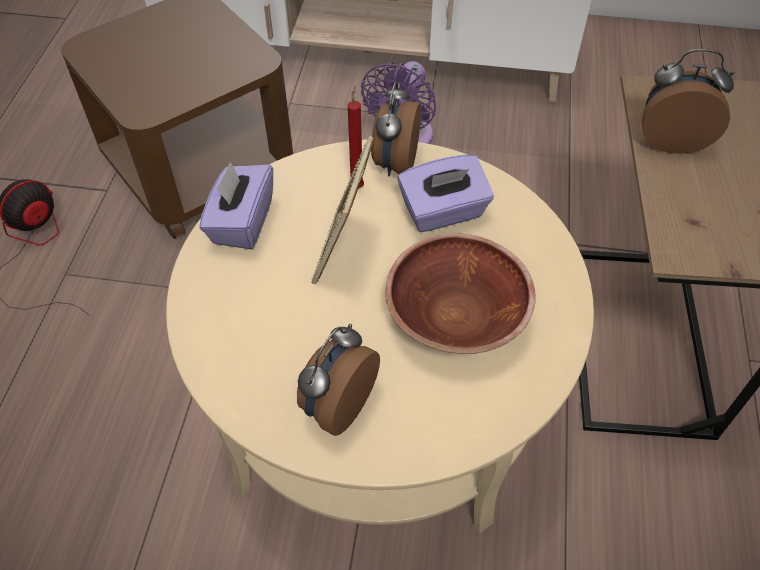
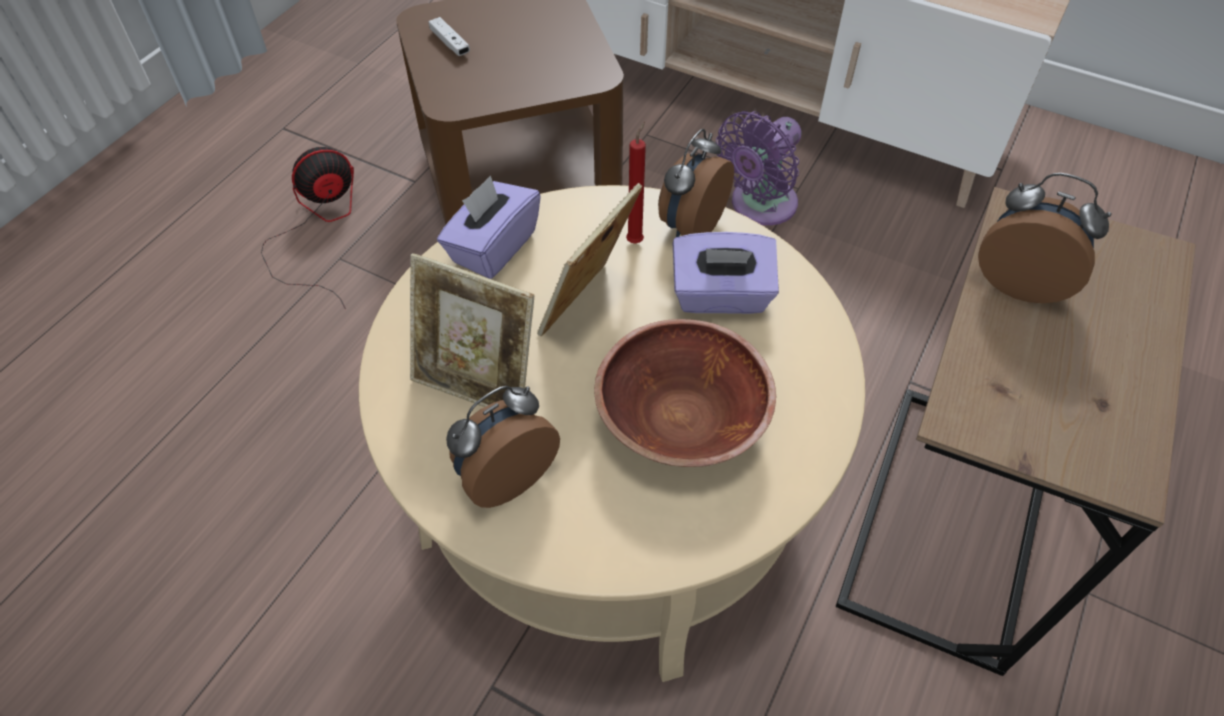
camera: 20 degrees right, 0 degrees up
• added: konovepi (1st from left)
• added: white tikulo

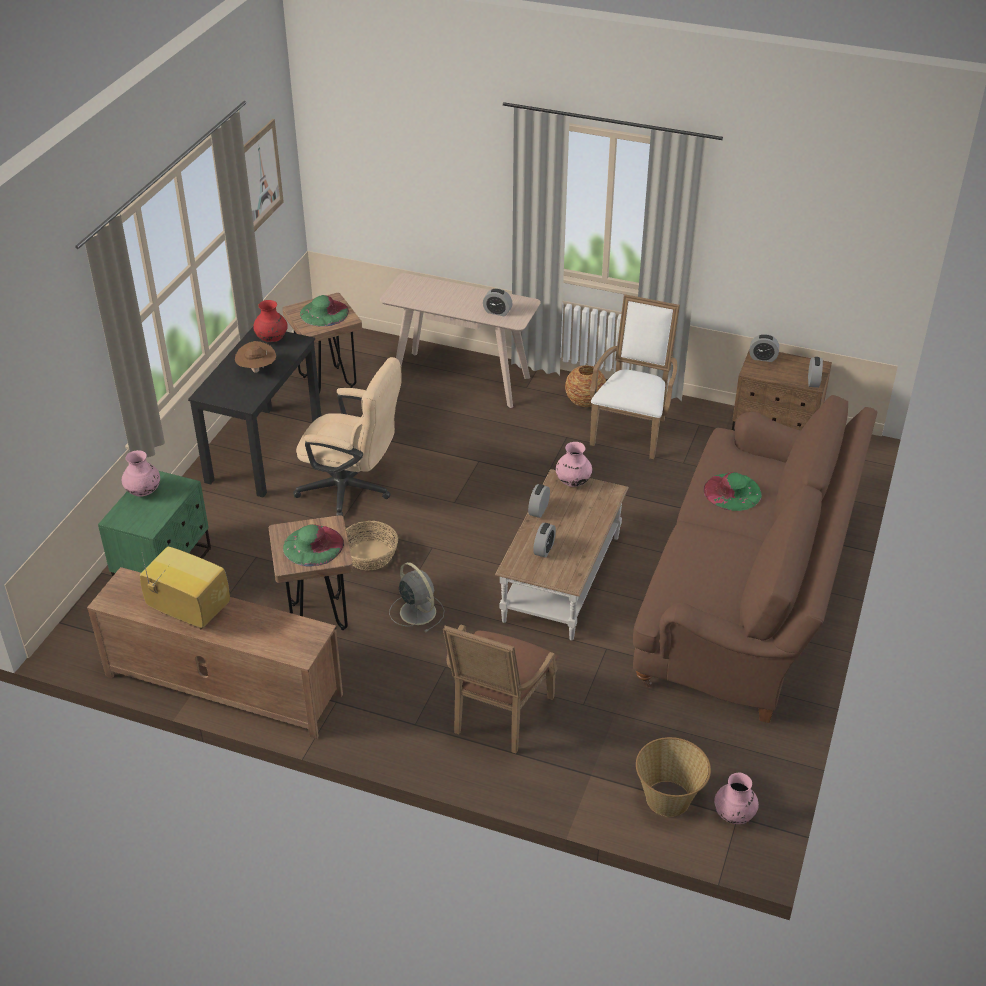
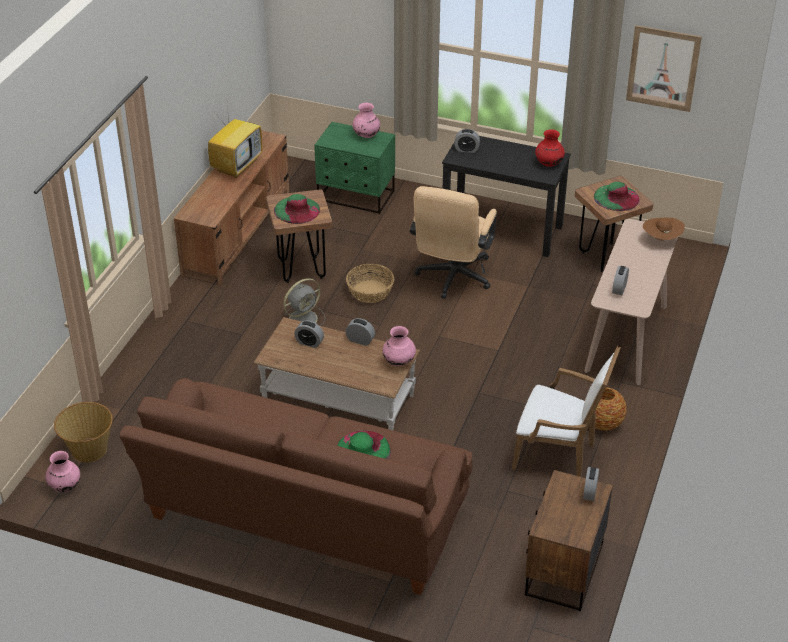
camera: 90 degrees right, 0 degrees up
• moved: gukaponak (5th from left in the first image) to gukaponak (3rd from left)
• moved: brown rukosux
• removed: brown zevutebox

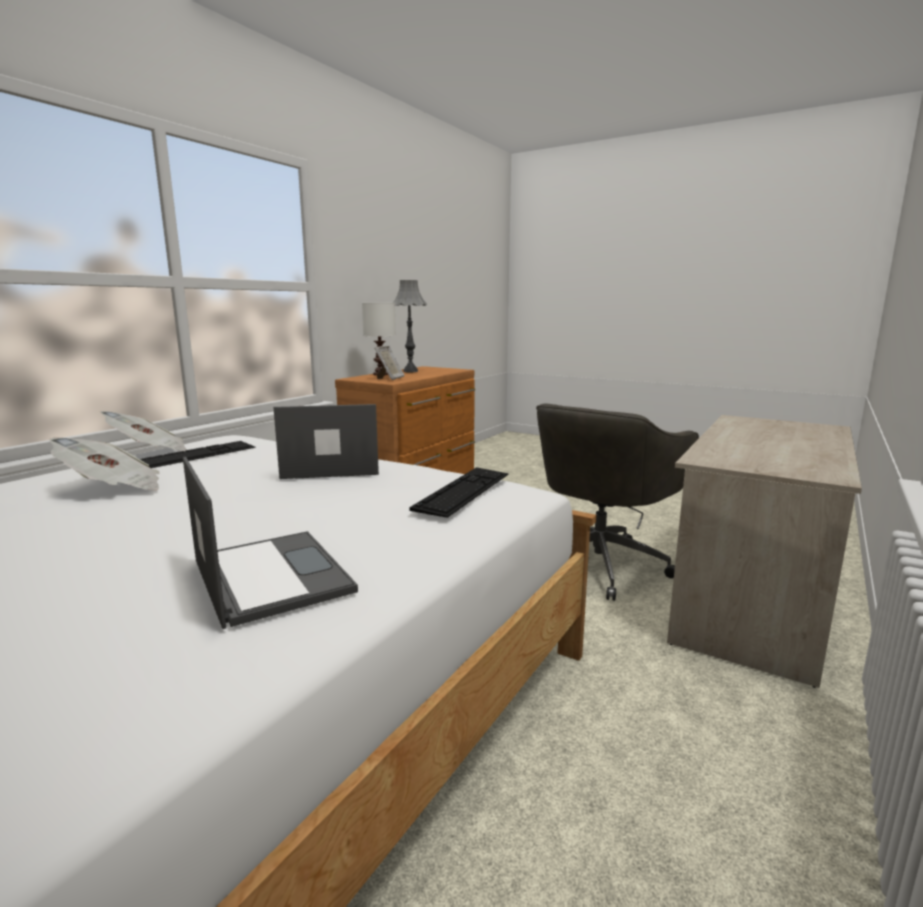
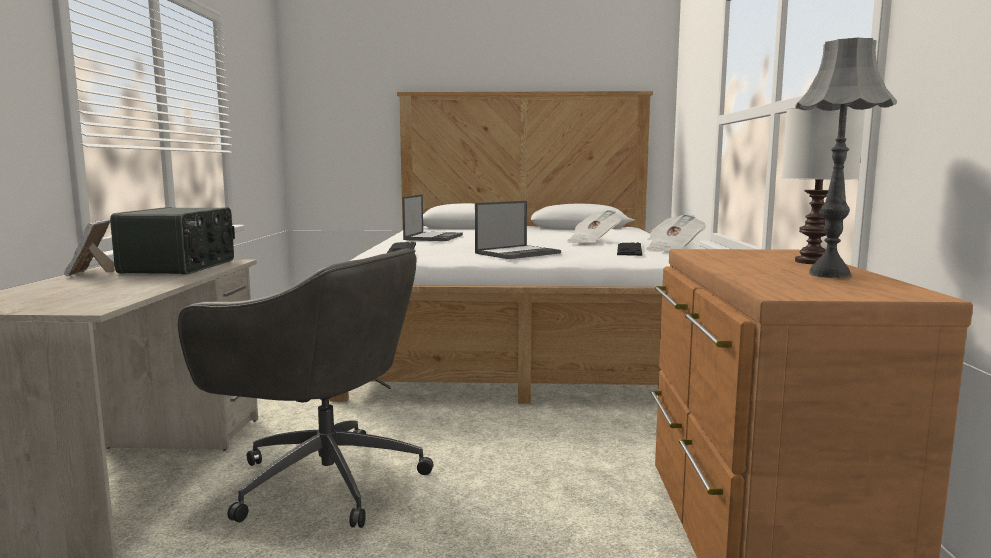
camera: 150 degrees right, 5 degrees down
• moved: konovepi
• added: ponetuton
• turned: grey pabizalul 105 degrees clockwise
• turned: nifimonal (1st from left) 105 degrees counterclockwise

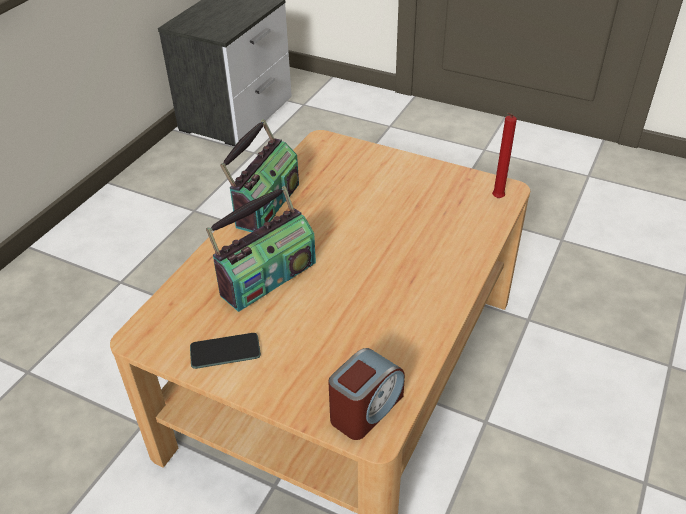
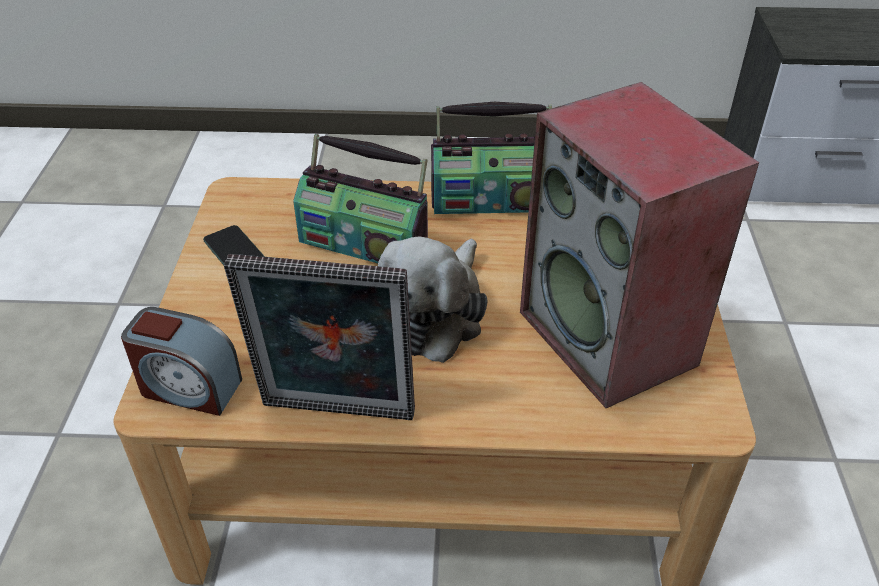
camera: 65 degrees right, 0 degrees up
• added: konovepi
• added: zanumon
• added: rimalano
• removed: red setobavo

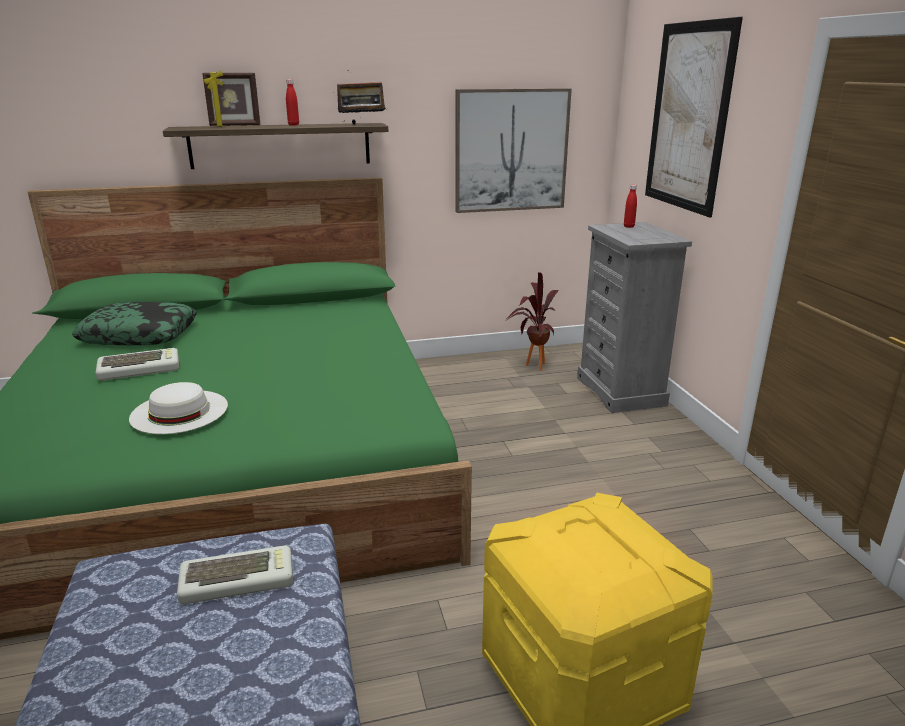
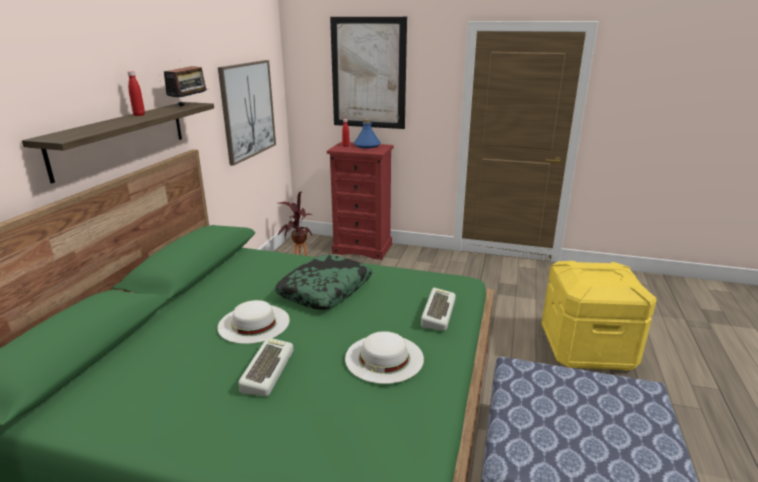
camera: 60 degrees left, 0 degrees up
• added: white rukosux (1st from left)
• moved: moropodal
• recoloured: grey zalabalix to red zalabalix
• added: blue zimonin
• moved: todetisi (2nd from left)
• removed: konovepi

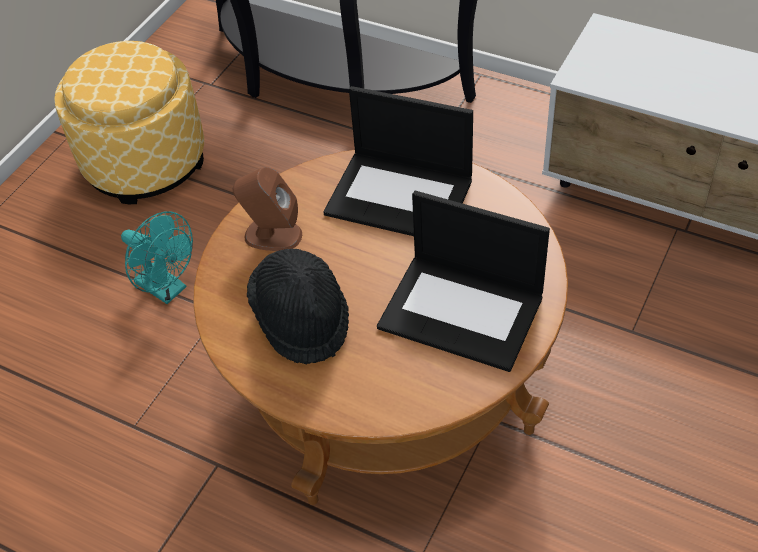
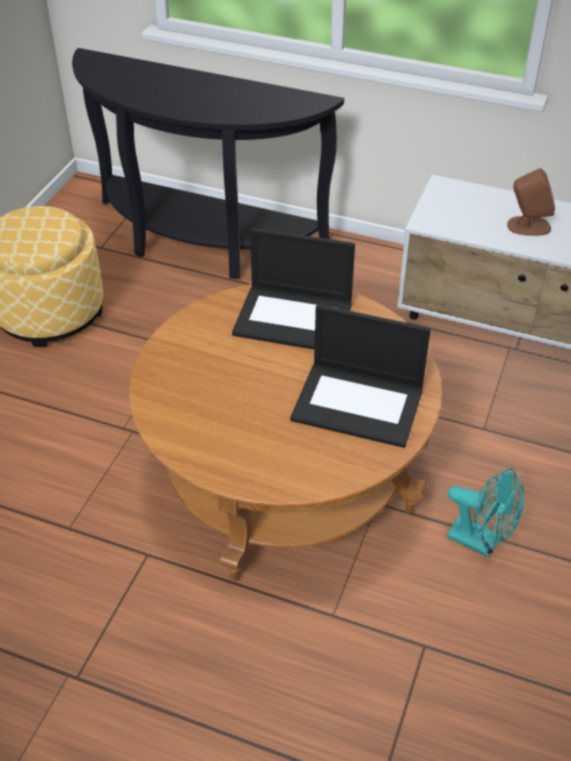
camera: 10 degrees left, 5 degrees down
• moved: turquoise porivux
• moved: brown rimalano
• removed: black rukosux

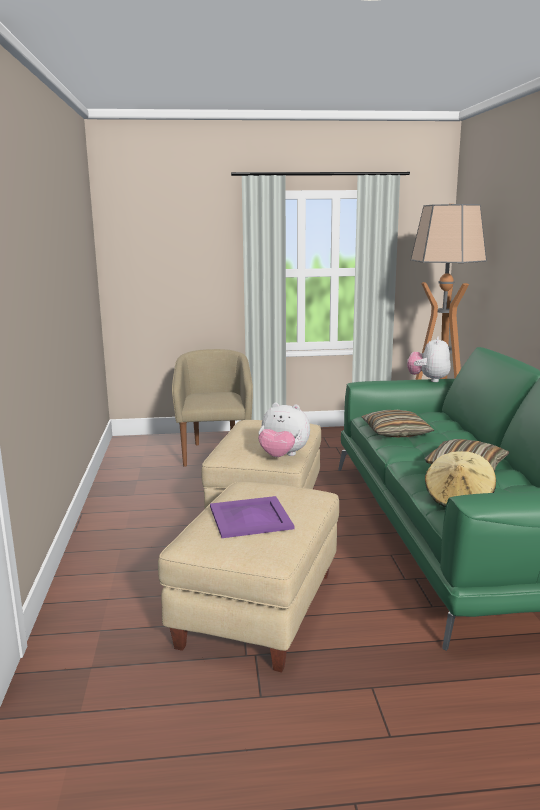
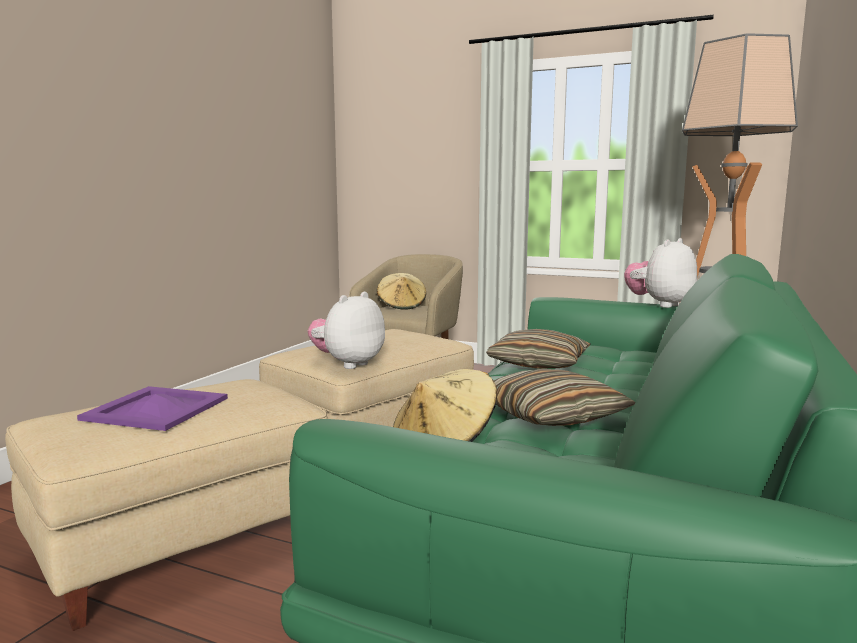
camera: 30 degrees right, 5 degrees down
• turned: zanumon (1st from left) 75 degrees clockwise
• added: beige rukosux (1st from left)

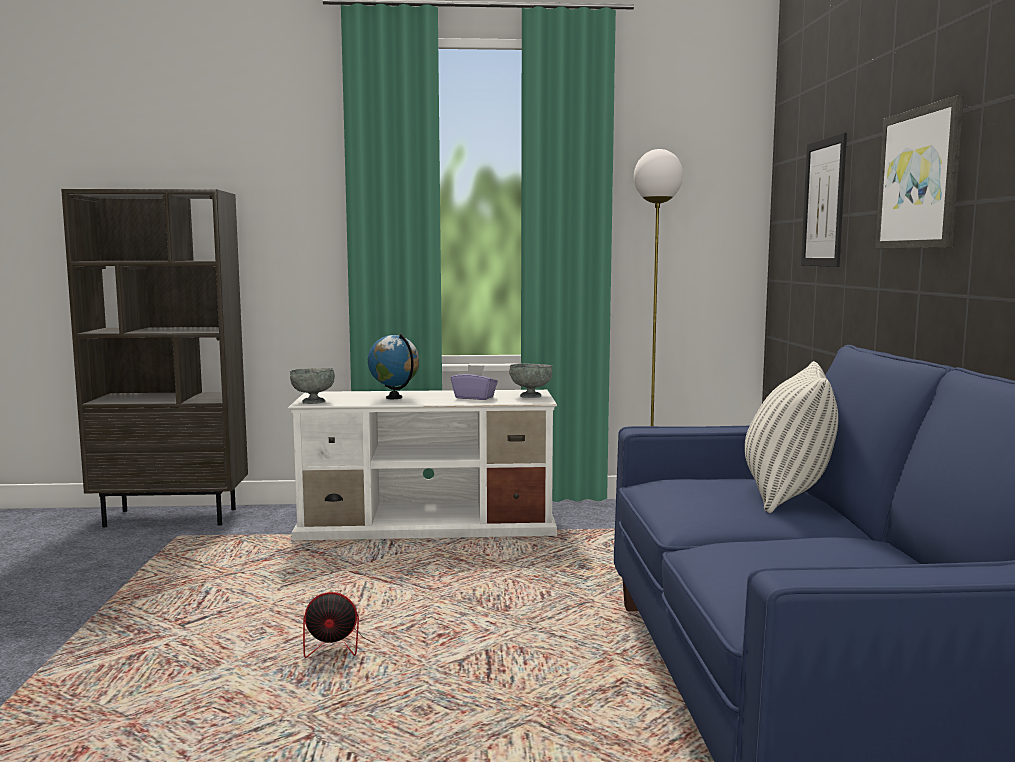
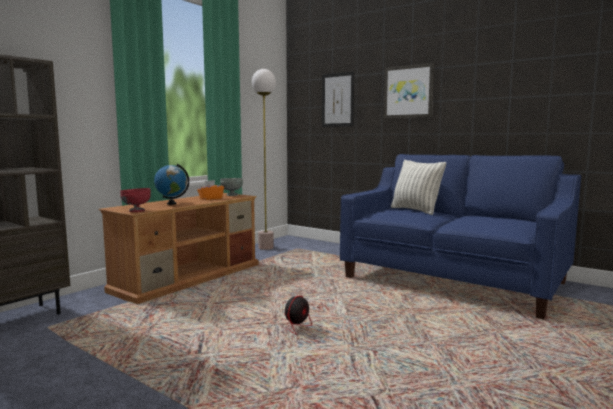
camera: 50 degrees left, 0 degrees up
• recoloured: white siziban to brown siziban
• recoloured: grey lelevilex (1st from left) to red lelevilex
• recoloured: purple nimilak to orange nimilak

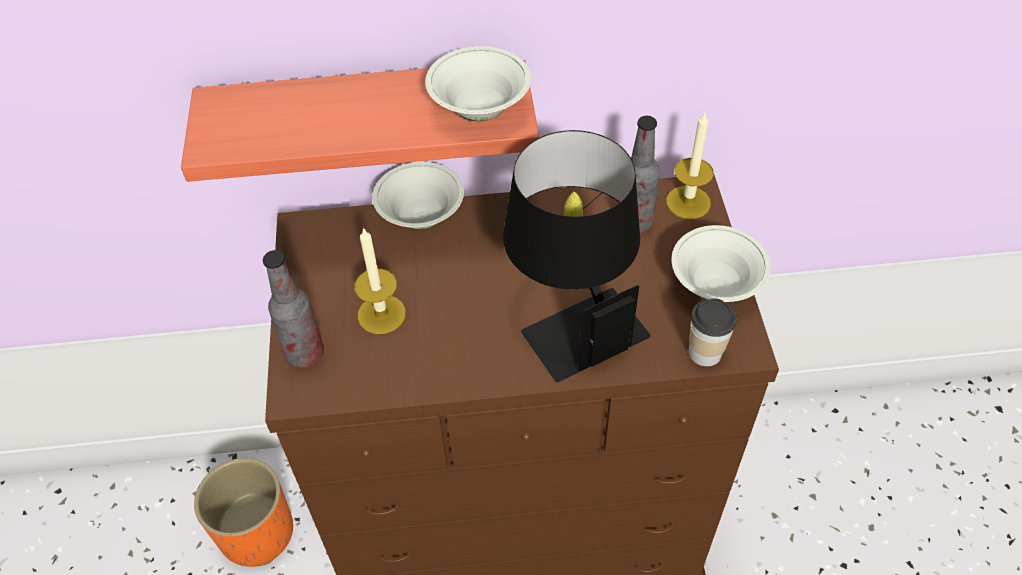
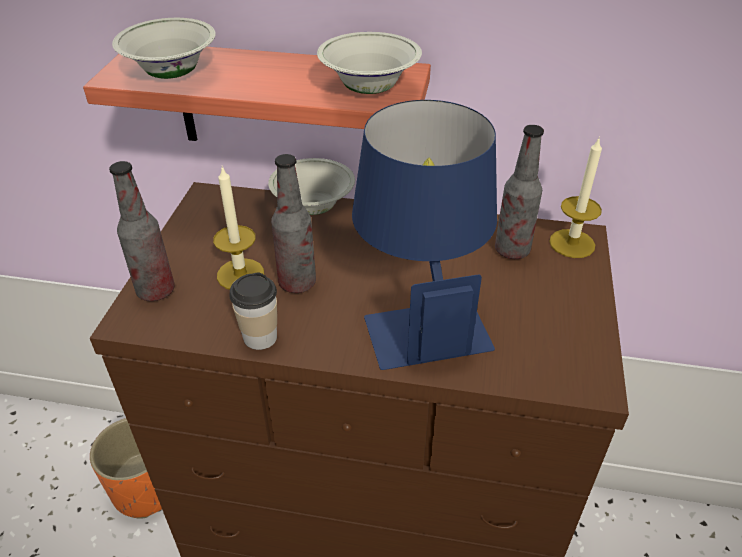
camera: 15 degrees right, 10 degrees down
• moved: white lelevilex (3rd from left in the first image) to white lelevilex (1st from left)
• moved: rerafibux
• added: zimonin (2nd from left)
• recoloured: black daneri to blue daneri

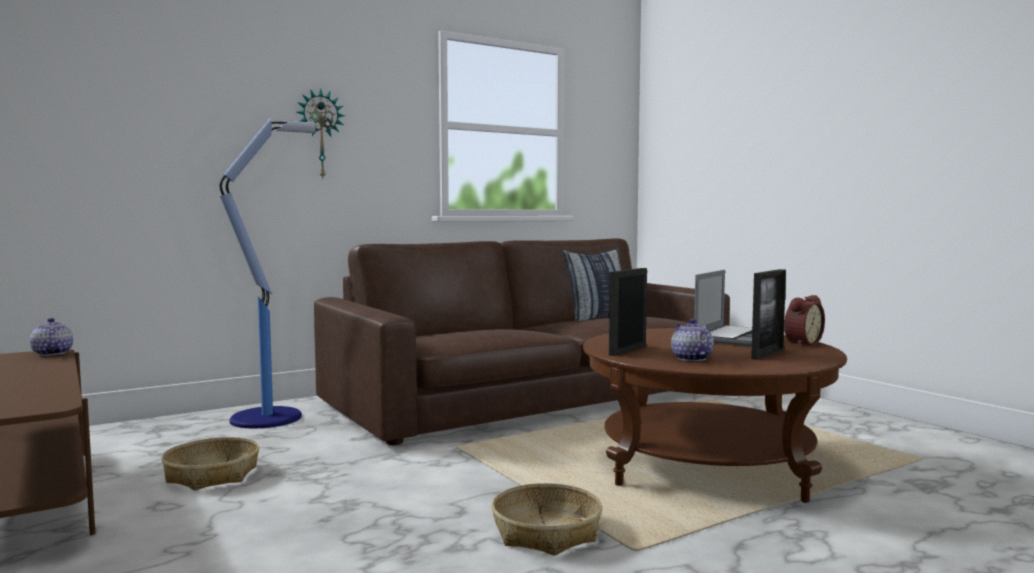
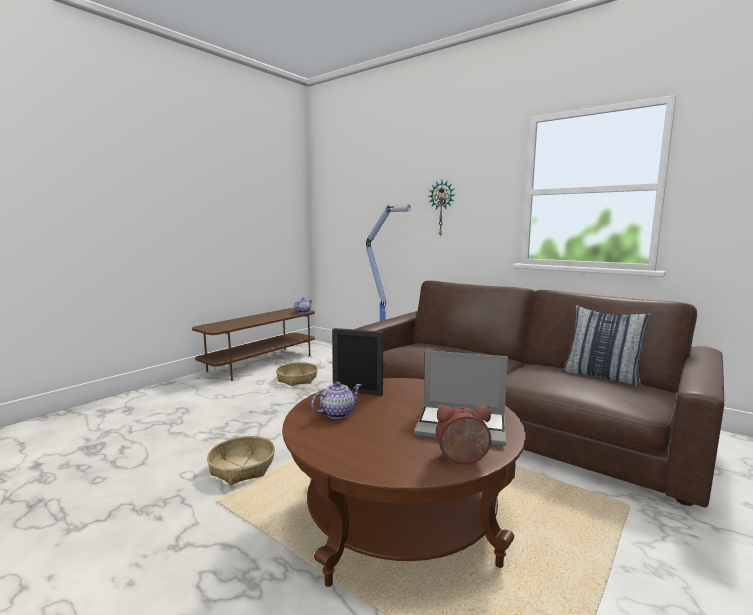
camera: 70 degrees right, 5 degrees up
• turned: gukaponak 150 degrees clockwise
• removed: konovepi (2nd from left)

